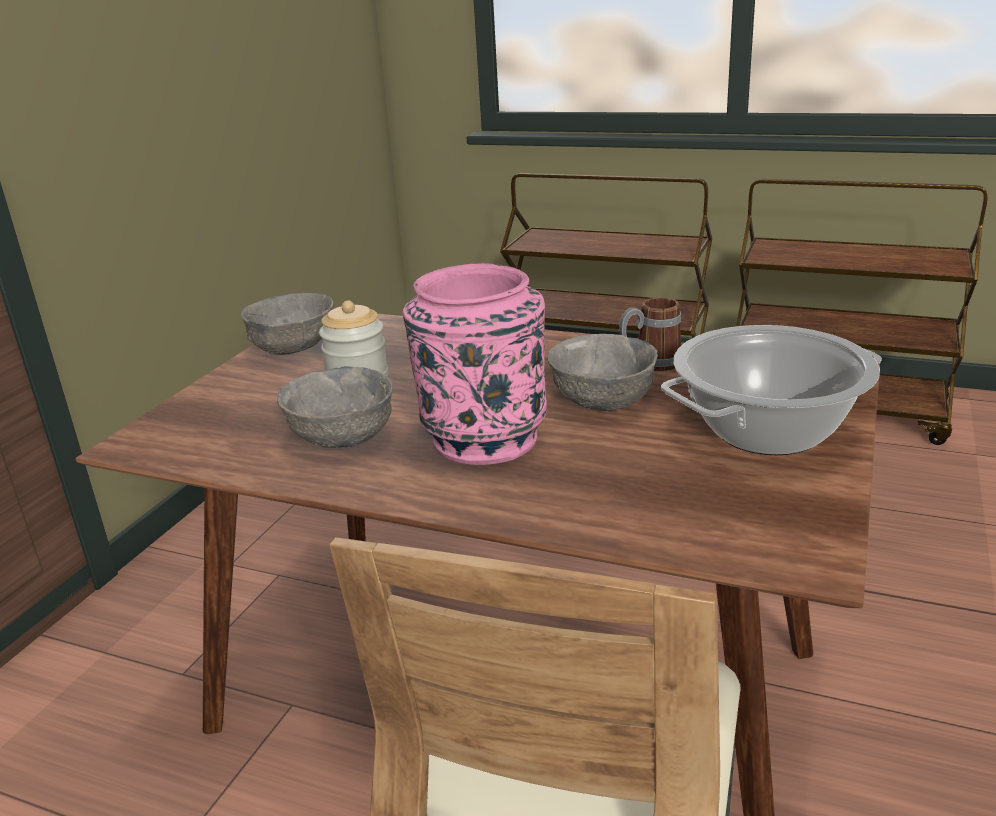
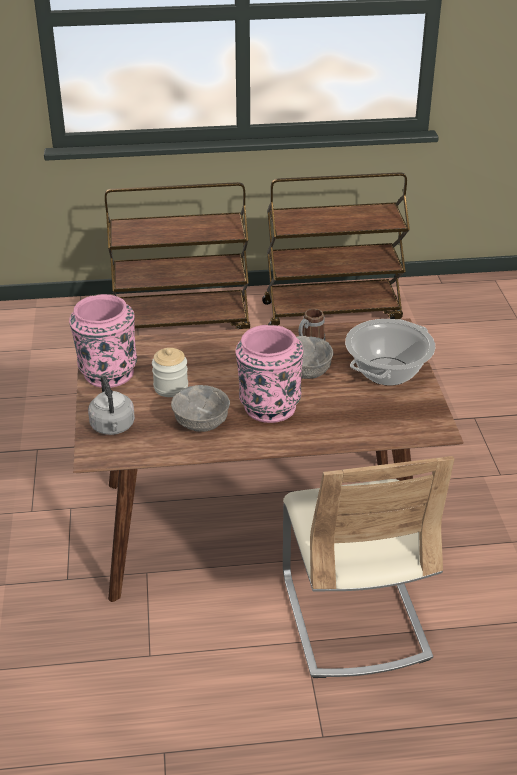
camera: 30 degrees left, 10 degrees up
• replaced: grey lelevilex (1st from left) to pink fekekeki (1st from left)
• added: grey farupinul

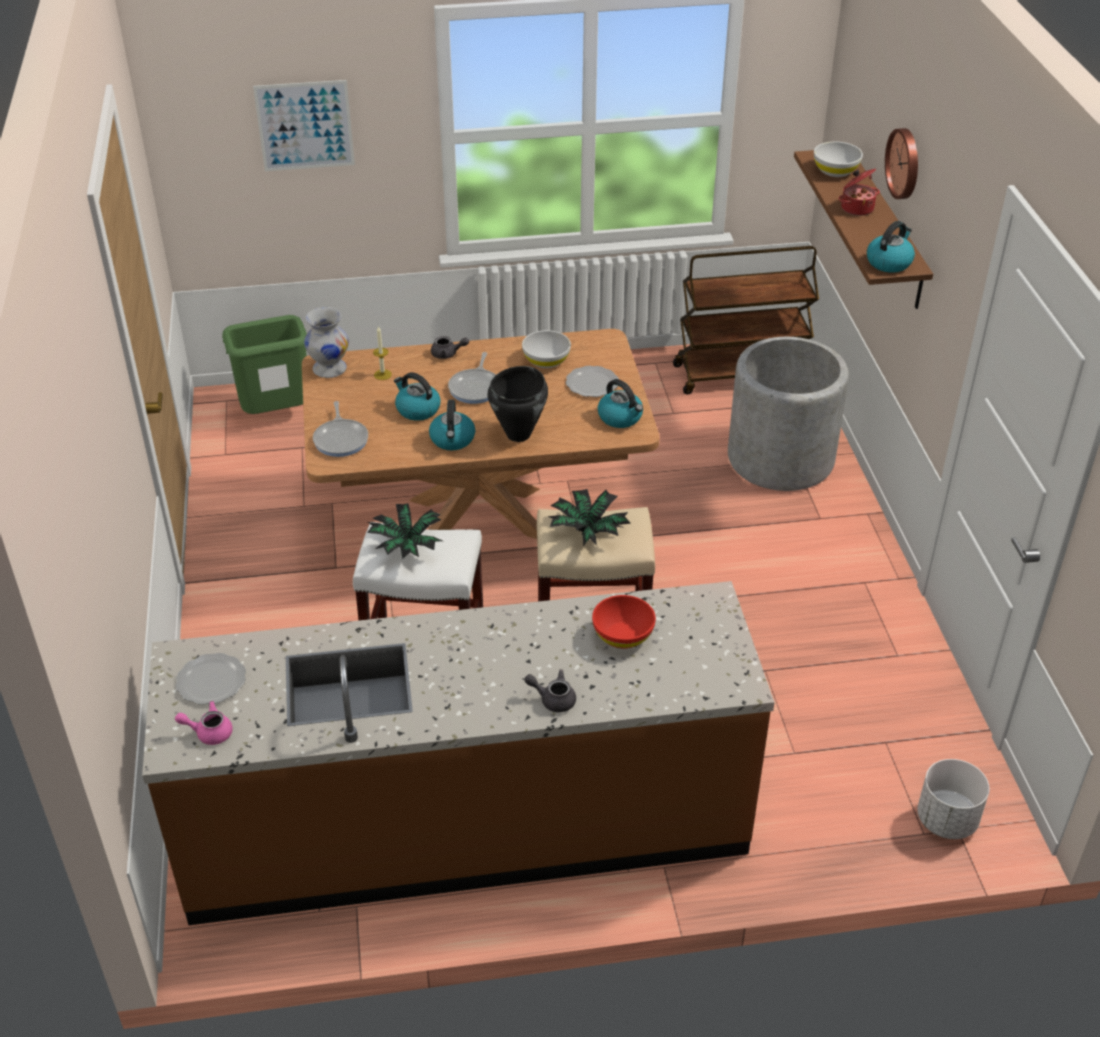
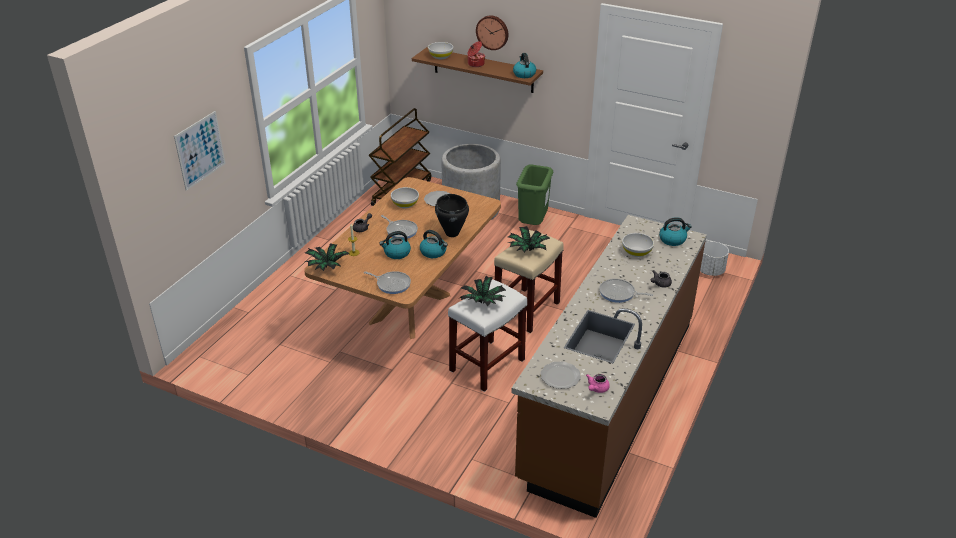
camera: 55 degrees left, 5 degrees down
• replaced: white fekekeki to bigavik (1st from left)
• moved: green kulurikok
• added: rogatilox (3rd from left)
• recoloured: red lelevilex to white lelevilex (3rd from left)
• moved: farupinul (3rd from left in the first image) to farupinul (4th from left)

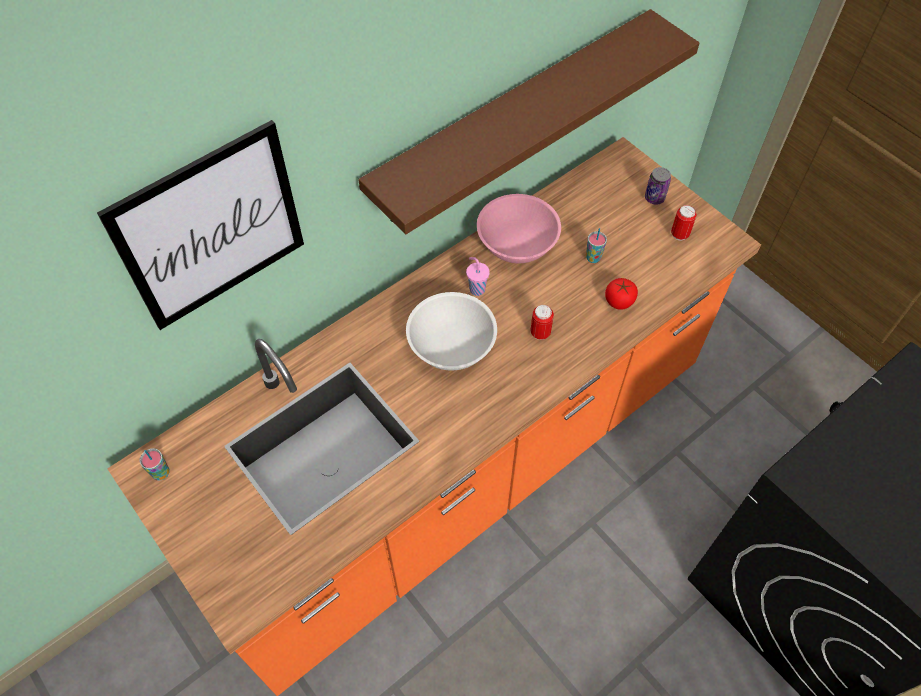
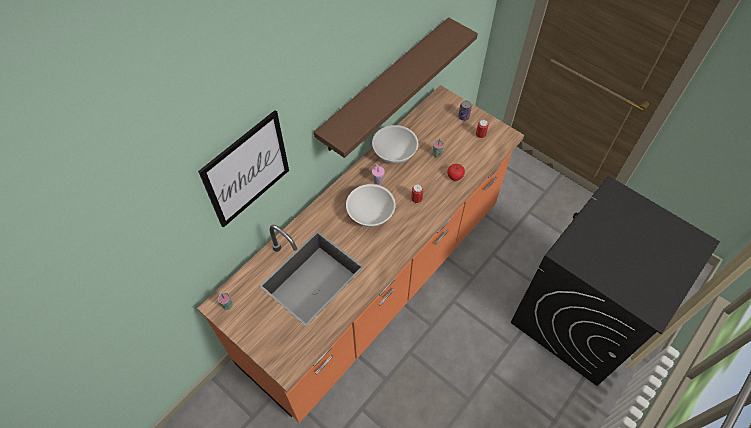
camera: 10 degrees left, 0 degrees up
• recoloured: pink lelevilex to white lelevilex (2nd from left)

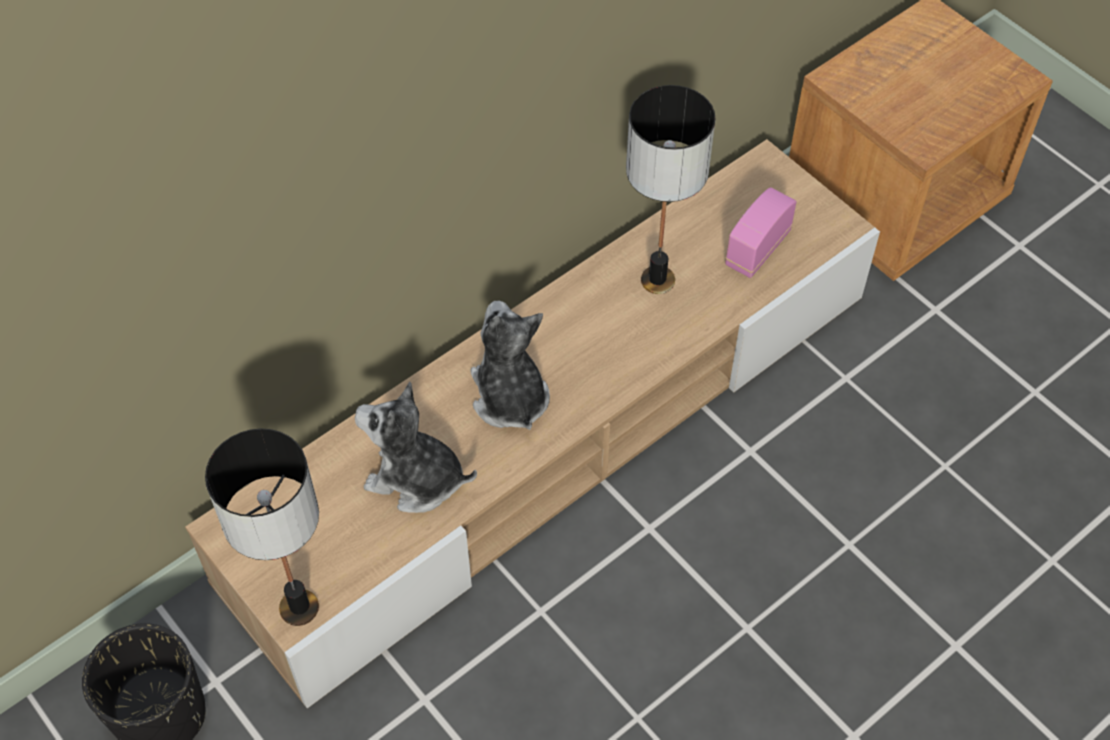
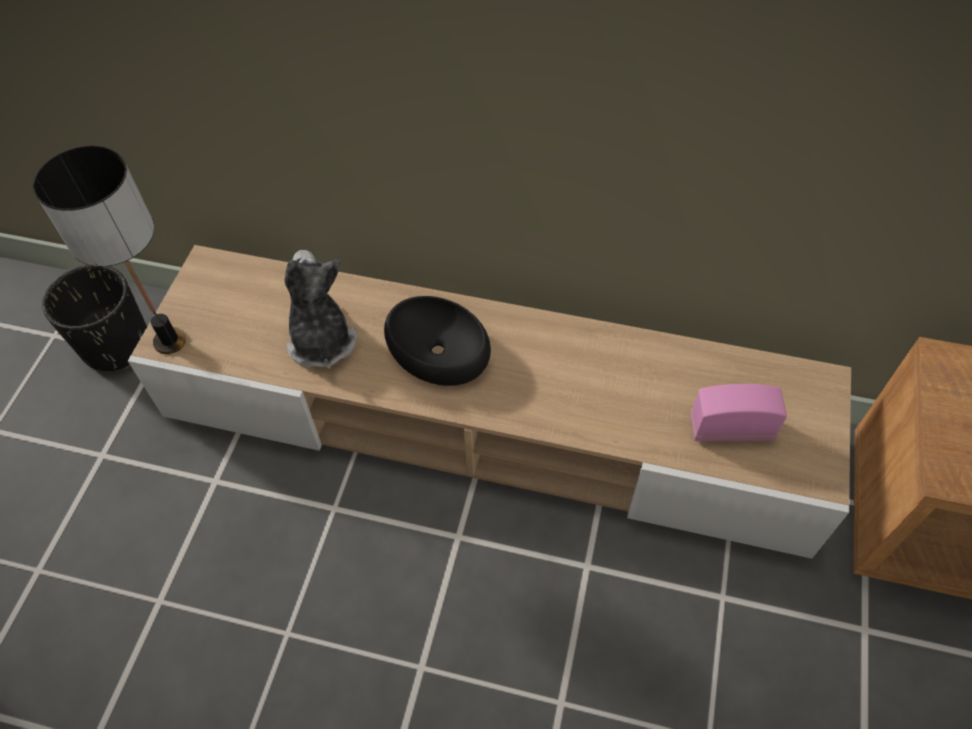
camera: 55 degrees right, 0 degrees up
• replaced: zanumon (2nd from left) to black lelevilex
• removed: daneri (2nd from left)

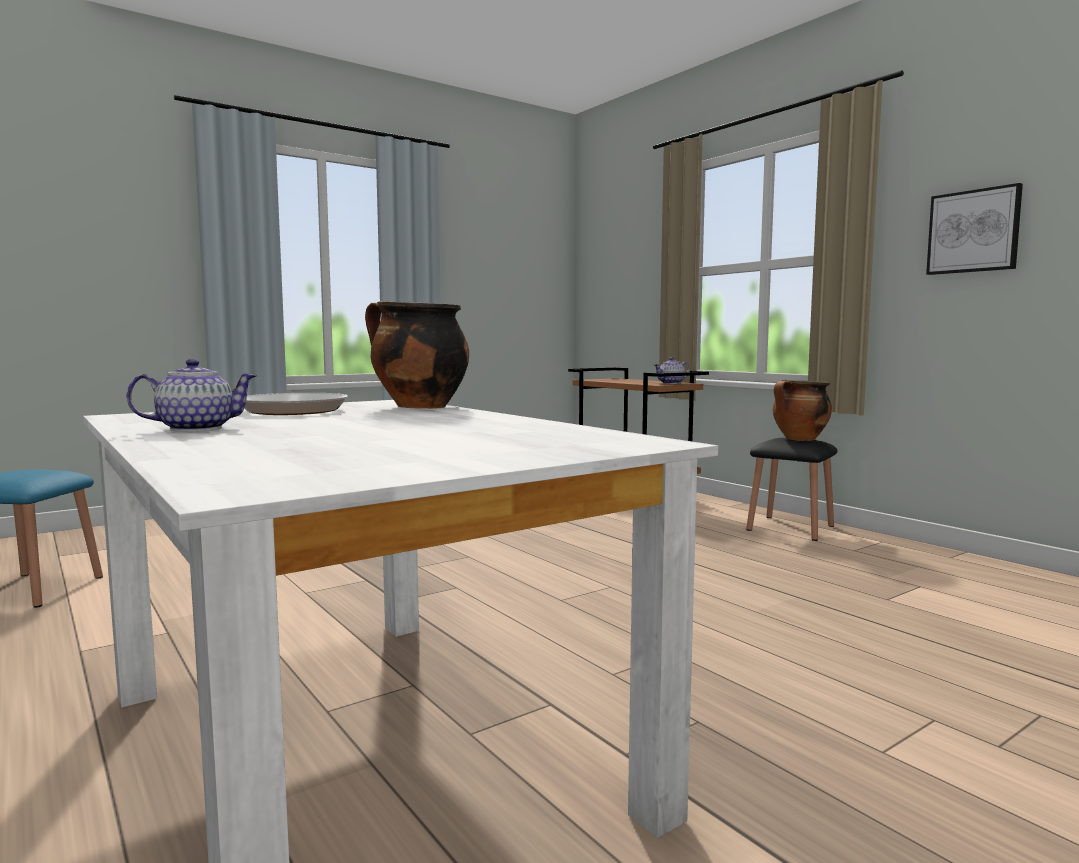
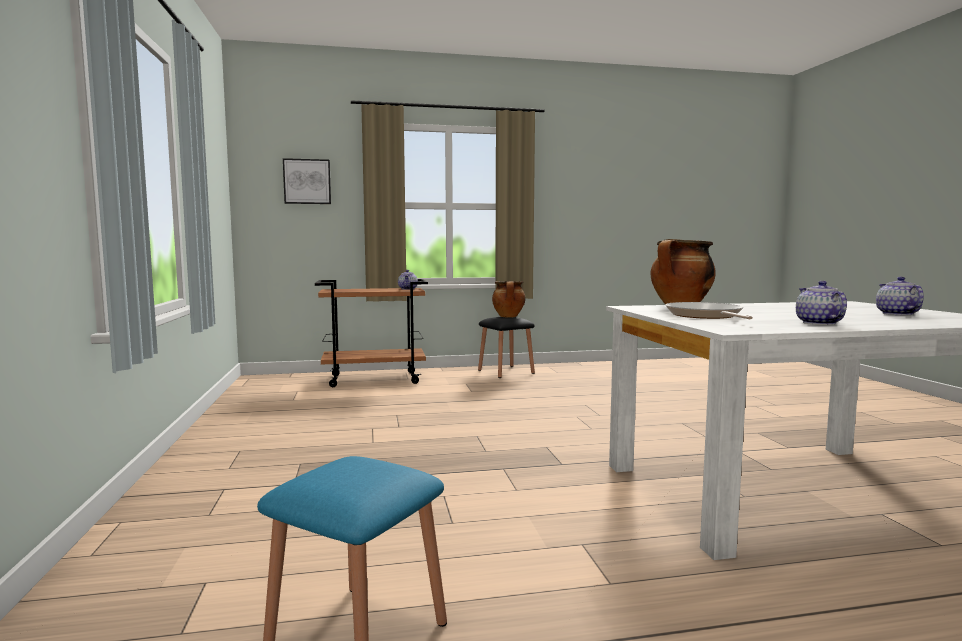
camera: 65 degrees left, 0 degrees up
• moved: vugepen
• added: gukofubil (3rd from left)

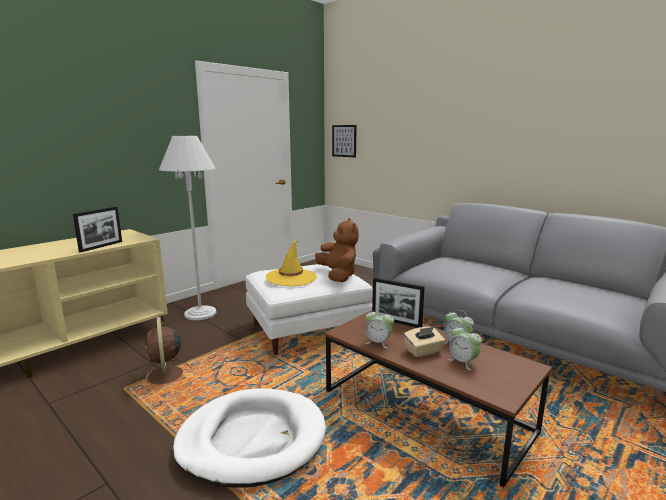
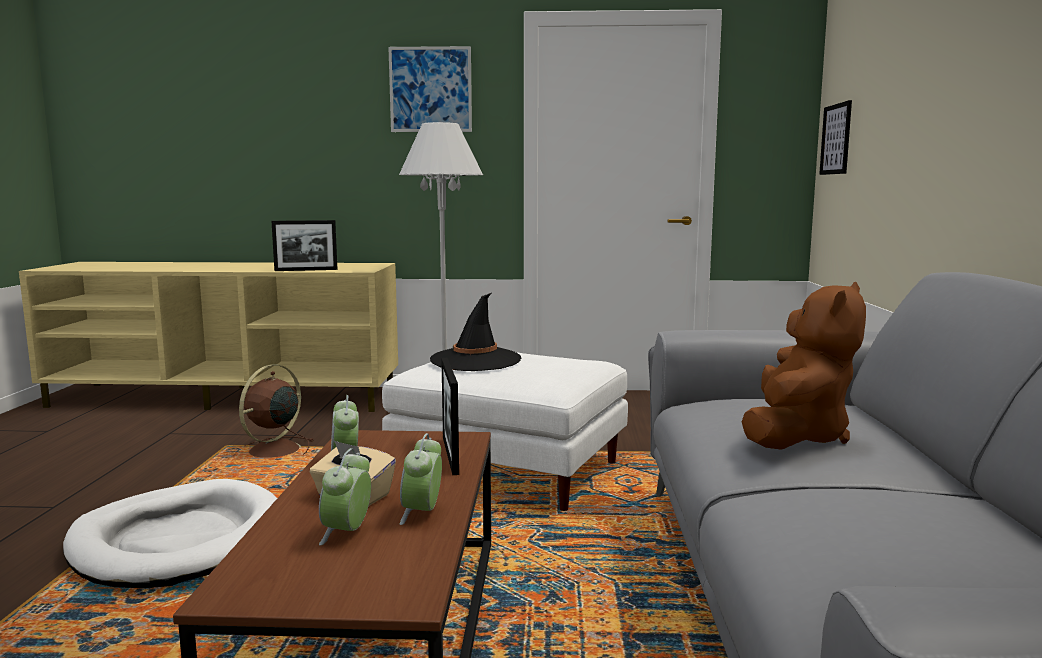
camera: 50 degrees right, 5 degrees down
• added: vugepen (1st from left)
• recoloured: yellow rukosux to black rukosux
• moved: brown zanumon

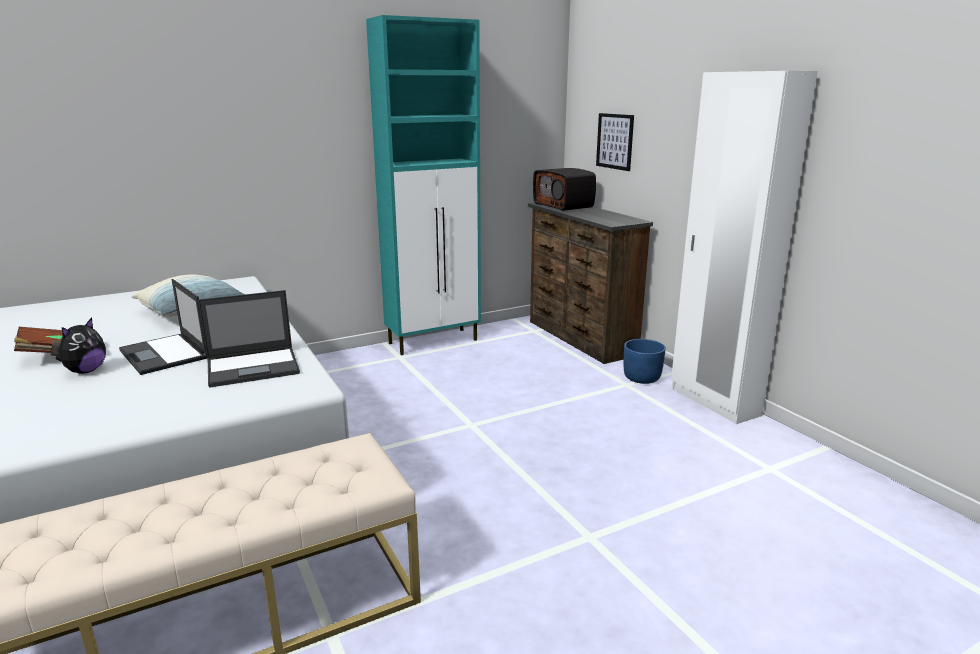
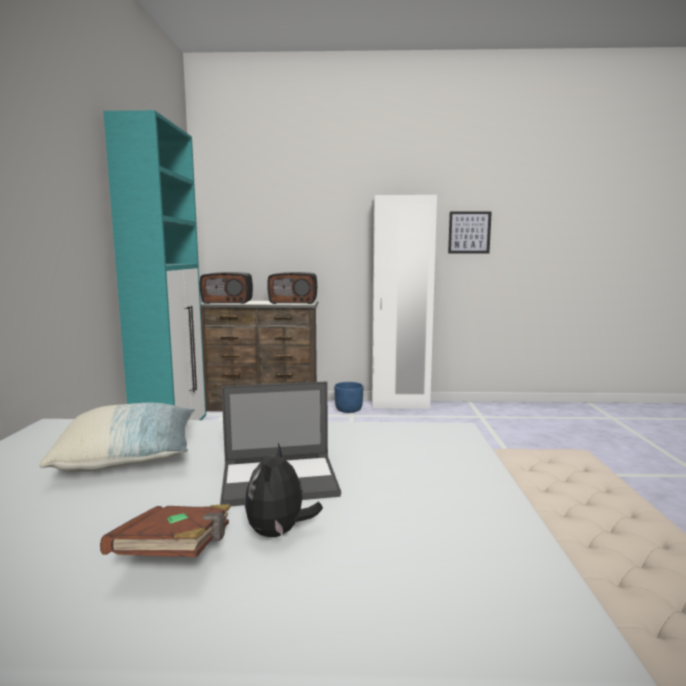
camera: 60 degrees left, 10 degrees down
• turned: zanumon 135 degrees counterclockwise
• added: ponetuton (2nd from left)
• moved: vugepen
• removed: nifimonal (2nd from left)

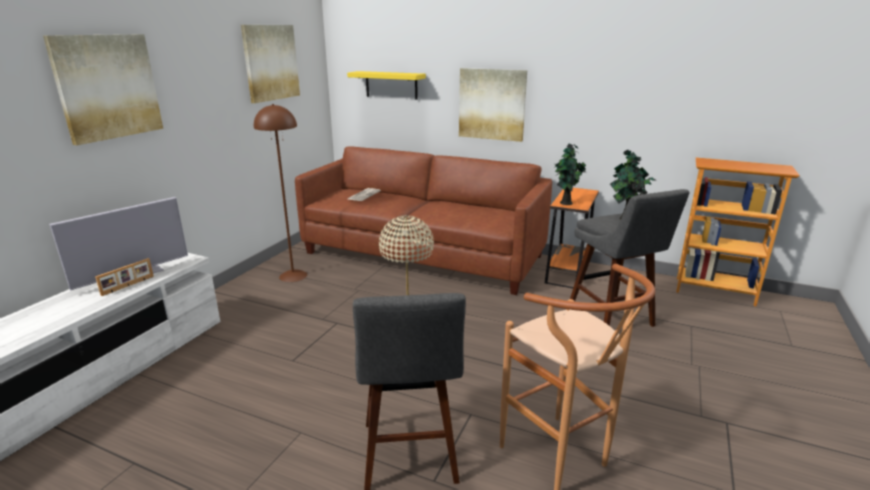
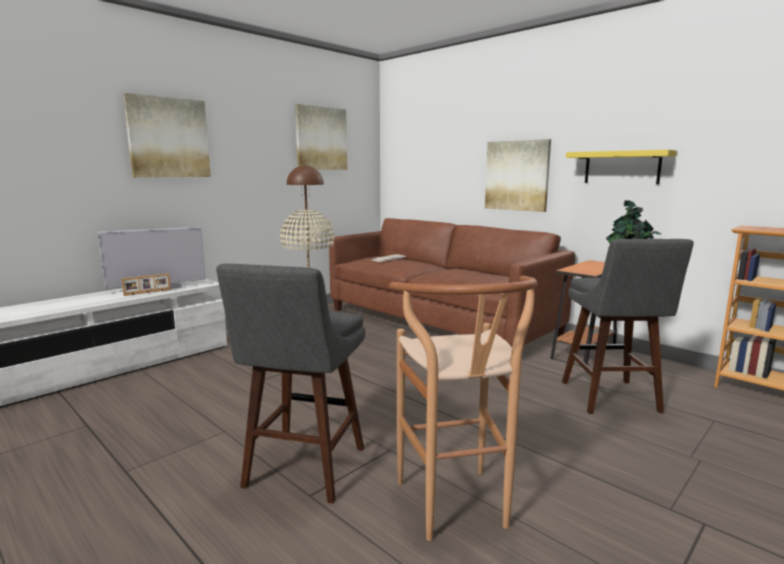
camera: 20 degrees right, 10 degrees down
• moved: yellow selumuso
• removed: bigavik (1st from left)

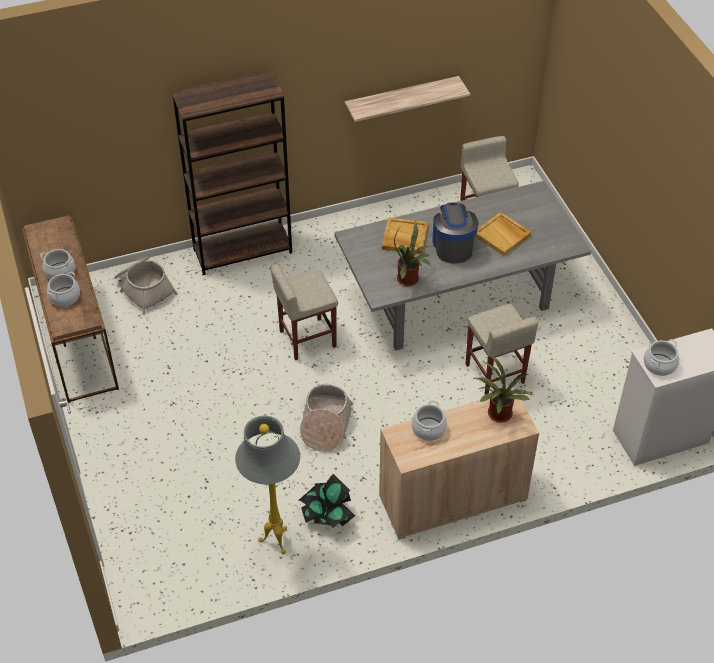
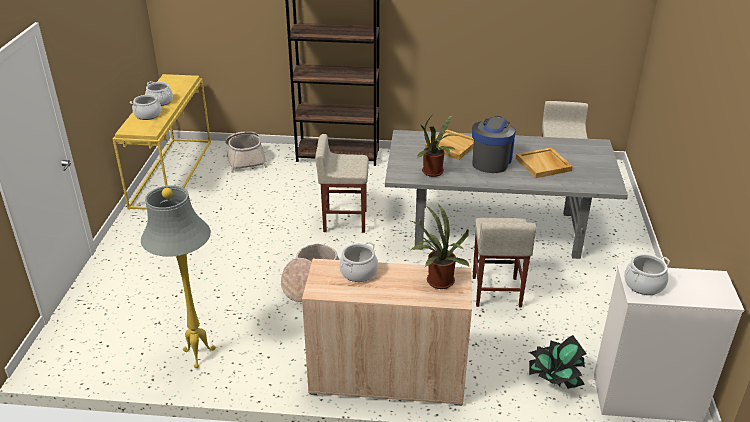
camera: 25 degrees right, 15 degrees down
• recoloured: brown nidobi to yellow nidobi
• moved: bigavik (1st from left in the first image) to bigavik (3rd from left)
• removed: selumuso

